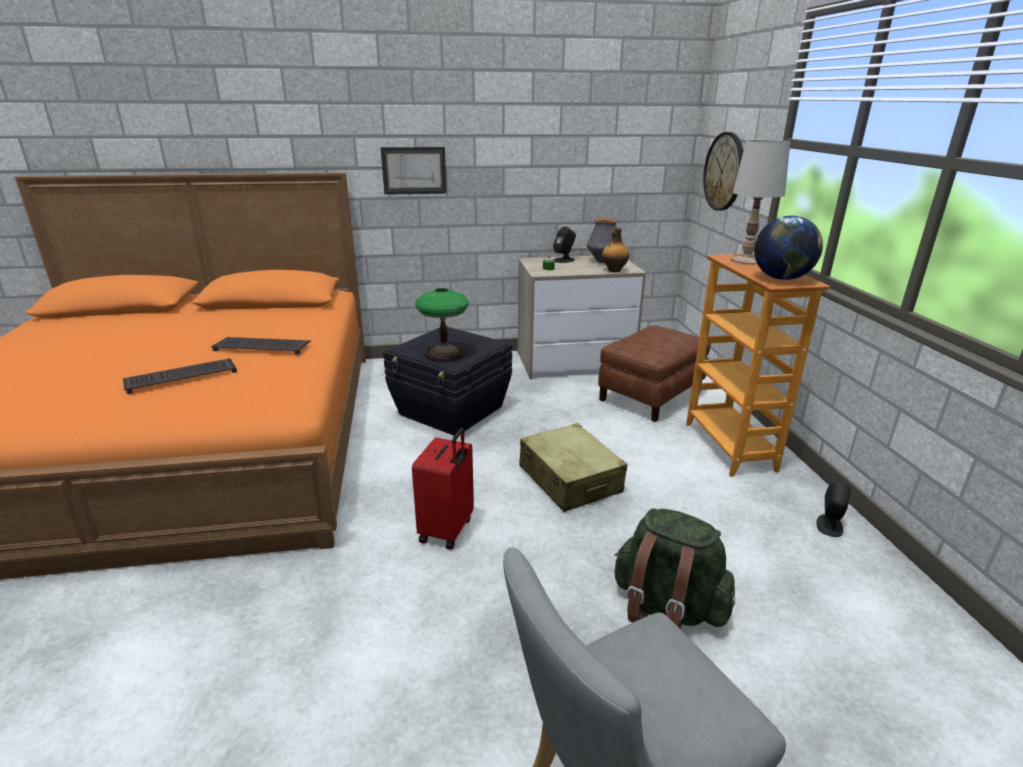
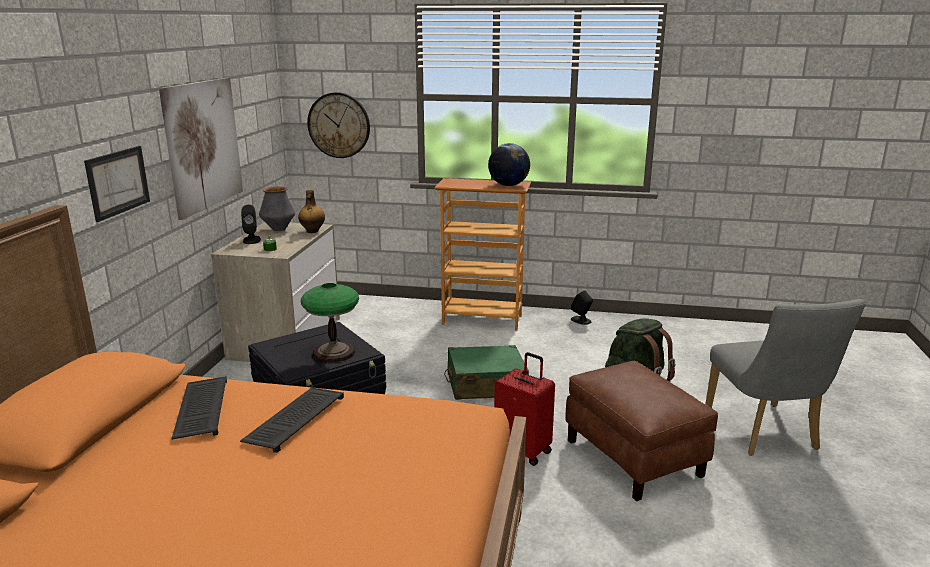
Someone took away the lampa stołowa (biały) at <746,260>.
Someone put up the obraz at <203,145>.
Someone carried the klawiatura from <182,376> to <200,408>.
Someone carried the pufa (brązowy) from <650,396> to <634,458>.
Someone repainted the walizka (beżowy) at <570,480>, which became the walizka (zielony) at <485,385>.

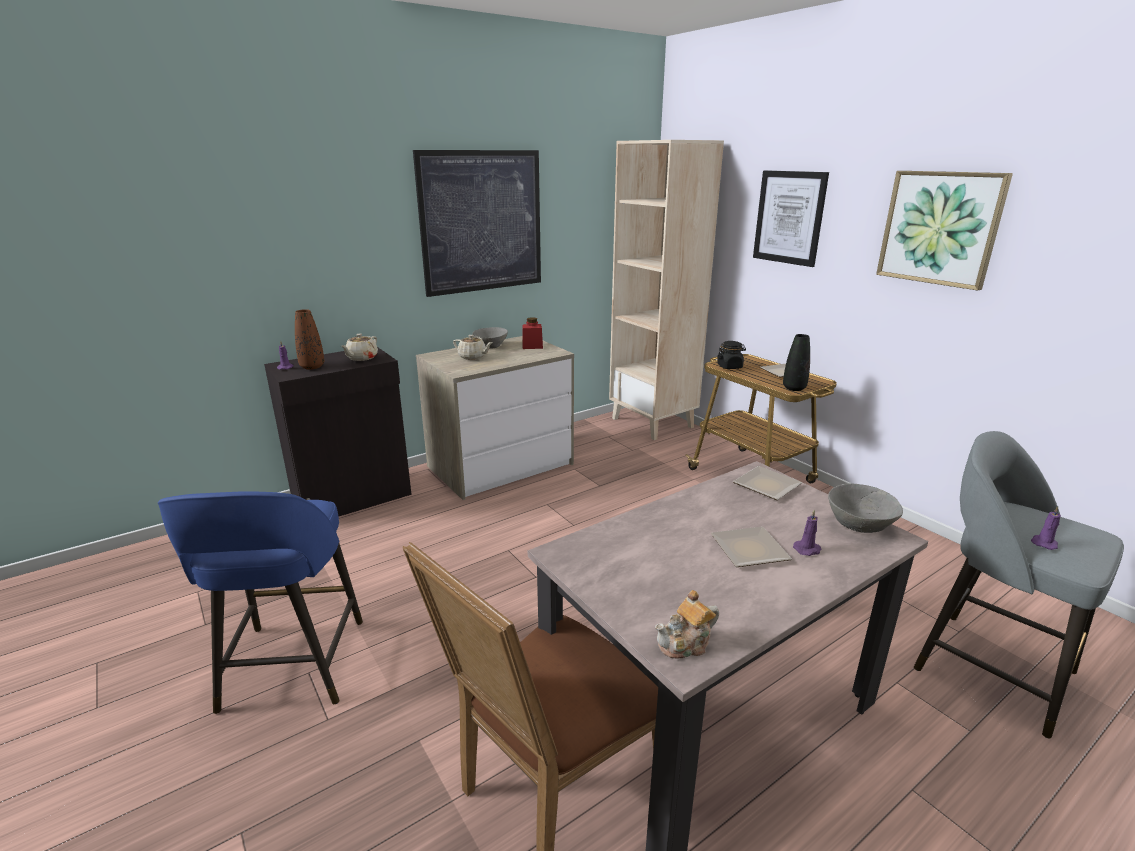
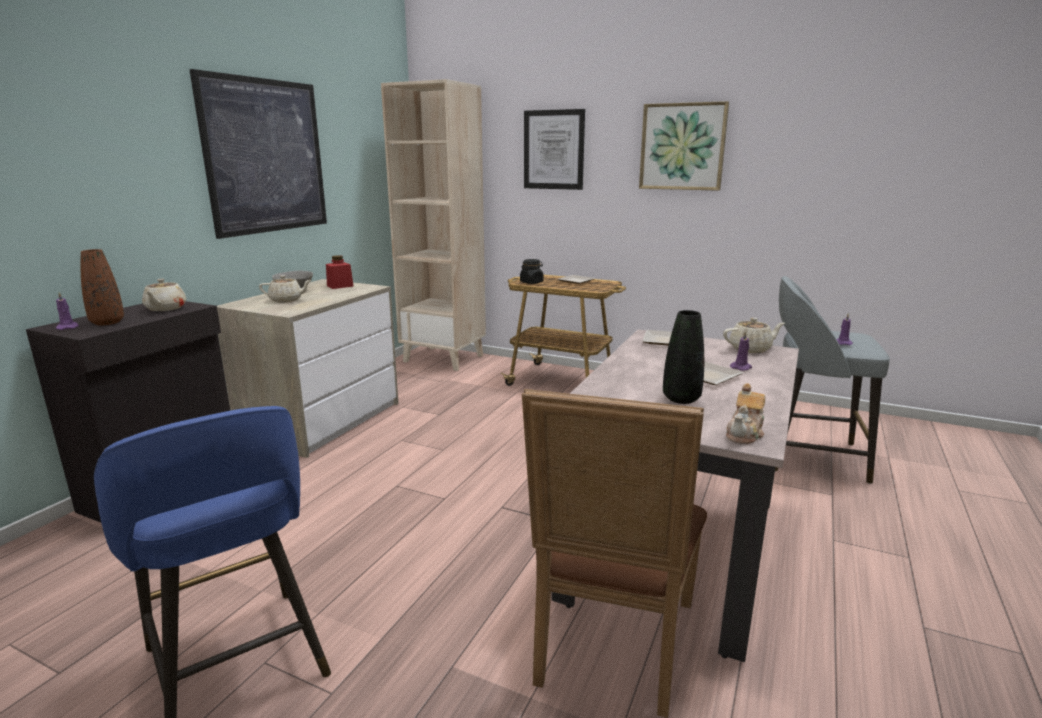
Someone carried the wazon (czarny) from <794,388> to <681,399>.
Someone swapped the miska (szary) at <858,525> for the imbryk (beżowy) at <751,349>.

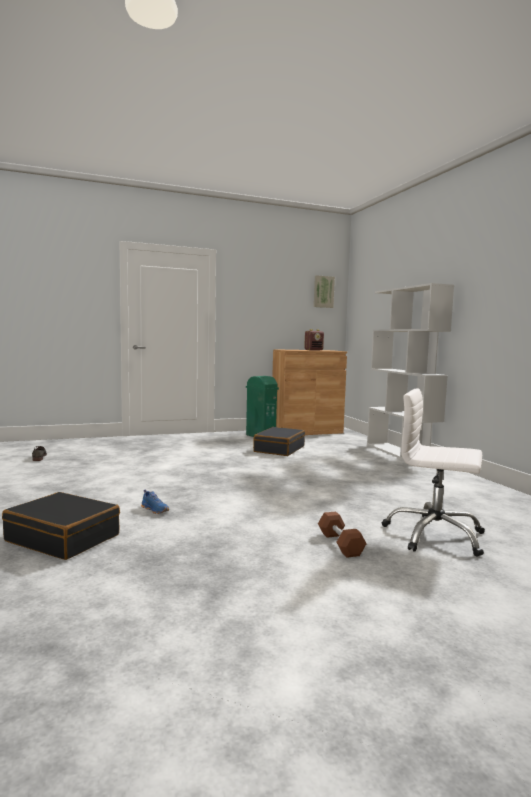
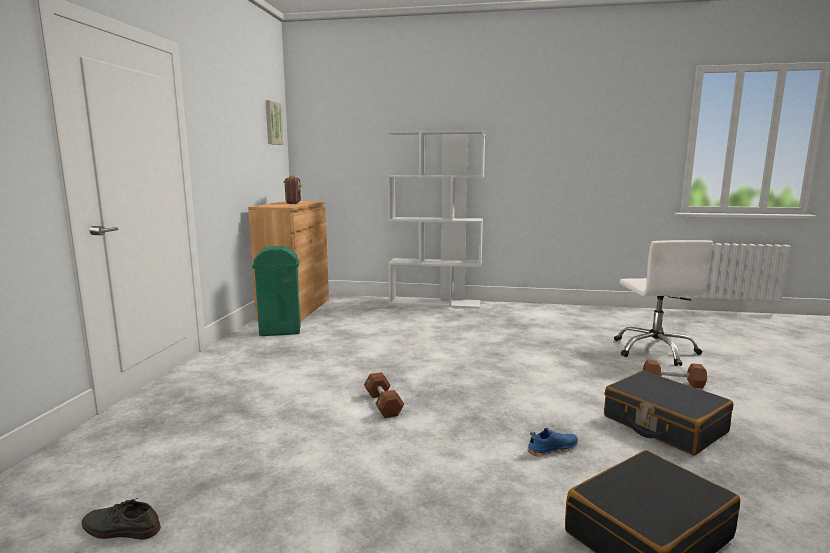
Someone put down the hantel (brązowy) at <383,404>.
Someone carried the walizka (czarny) from <279,449> to <663,425>.
Someone rotated the krzesło biurowe (biały) at <434,535> by 60 degrees counterclockwise.

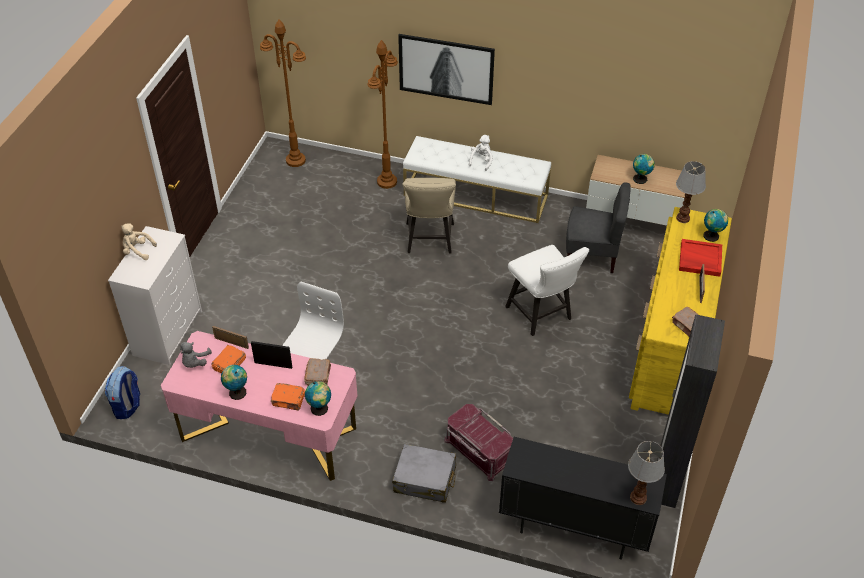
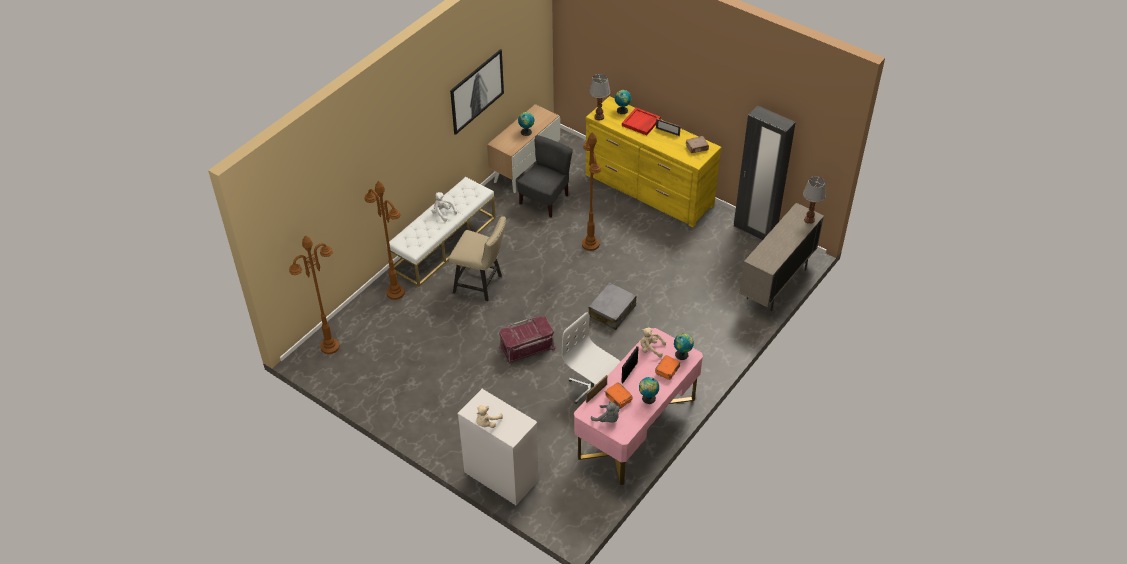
Someone took away the plecak at <128,406>.
Someone carried the walizka (szary) from <425,479> to <612,311>.
Someone carried the obraz from <446,68> to <476,91>.
Someone carried the pojemnik do przechowywania (czerwony) from <478,450> to <527,348>.
Someone swapped the książka (brązowy) at <318,375> for the pluszak (beżowy) at <650,349>.
Someone swapped the krzesło (biały) at <541,315> for the lampa stojąca (brązowy) at <590,244>.
Someone repainted the szafka (czarny) at <574,528>, which became the szafka (beżowy) at <776,284>.

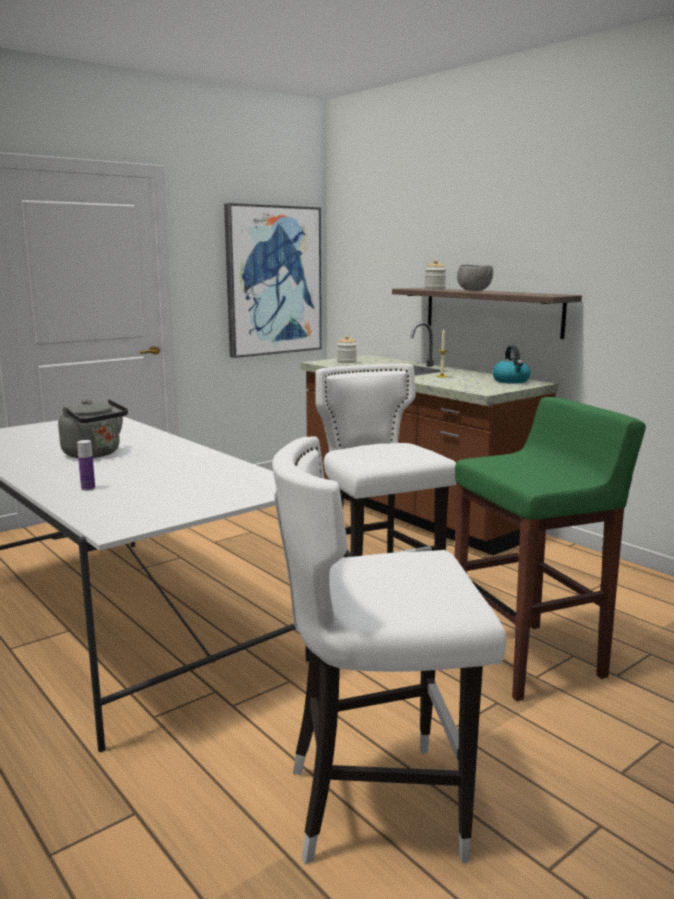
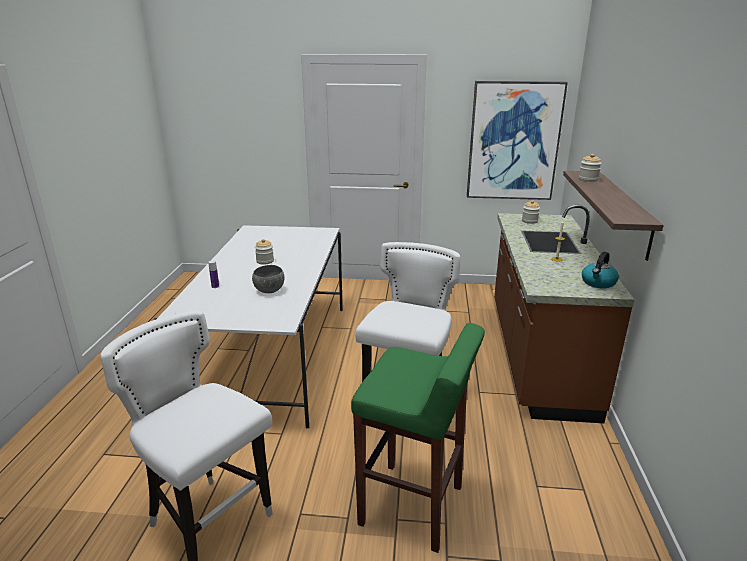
Someone carried the miska (szary) from <474,291> to <270,291>.
Someone swapped the czajnik (szary) at <94,454> for the słoik at <265,261>.

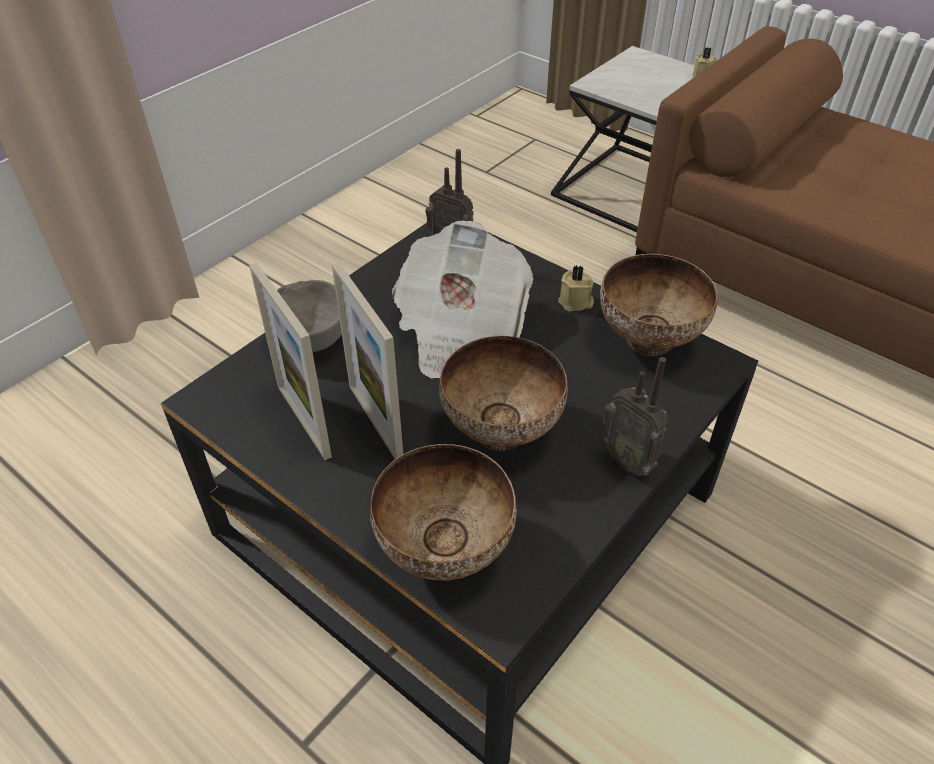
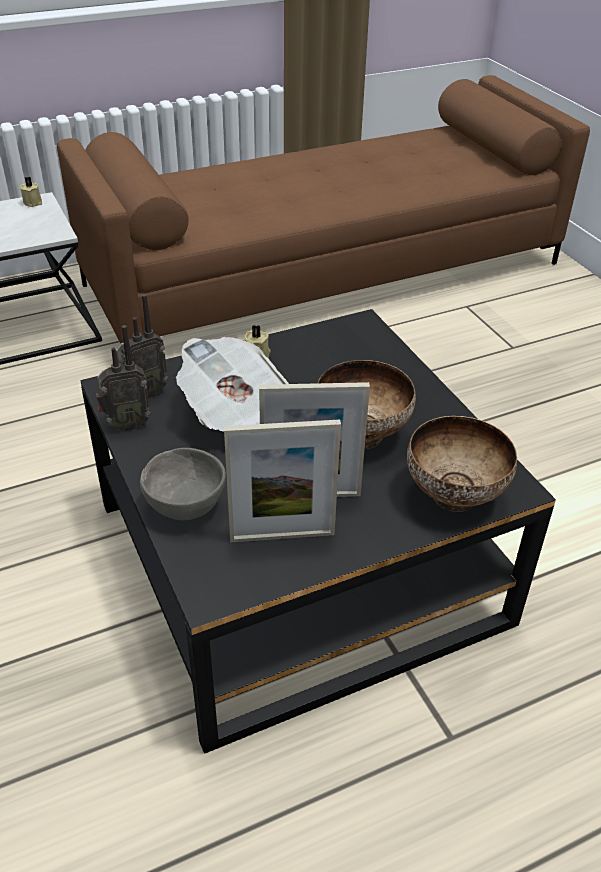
Someone took away the miska at <647,339>.
Someone carried the radio from <629,460> to <126,424>.

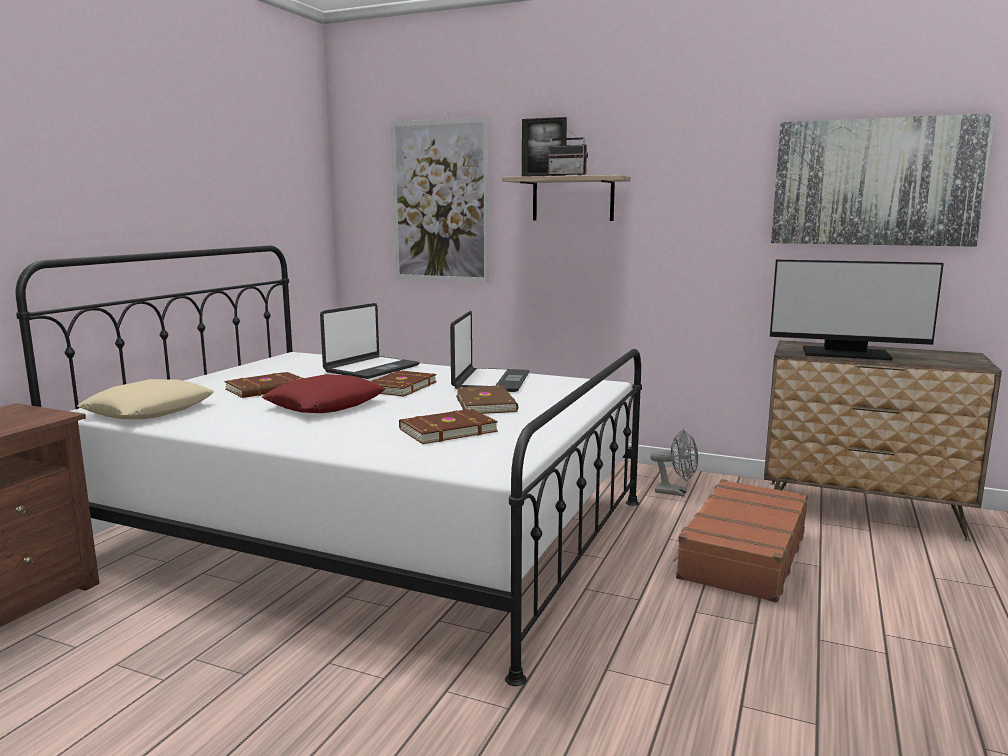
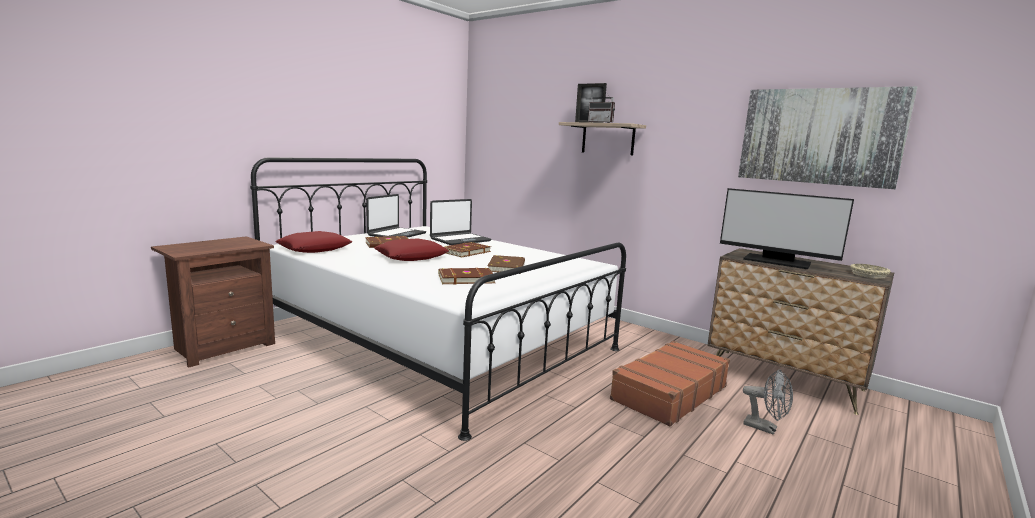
Someone took away the obraz at <440,201>.
Someone put down the miska (beżowy) at <868,275>.
Someone carried the laptop from <490,381> to <396,234>.
Someone carried the wentylator (szary) from <676,492> to <765,428>.
Someone repainted the poduszka (beżowy) at <150,410>, which became the poduszka (czerwony) at <315,248>.

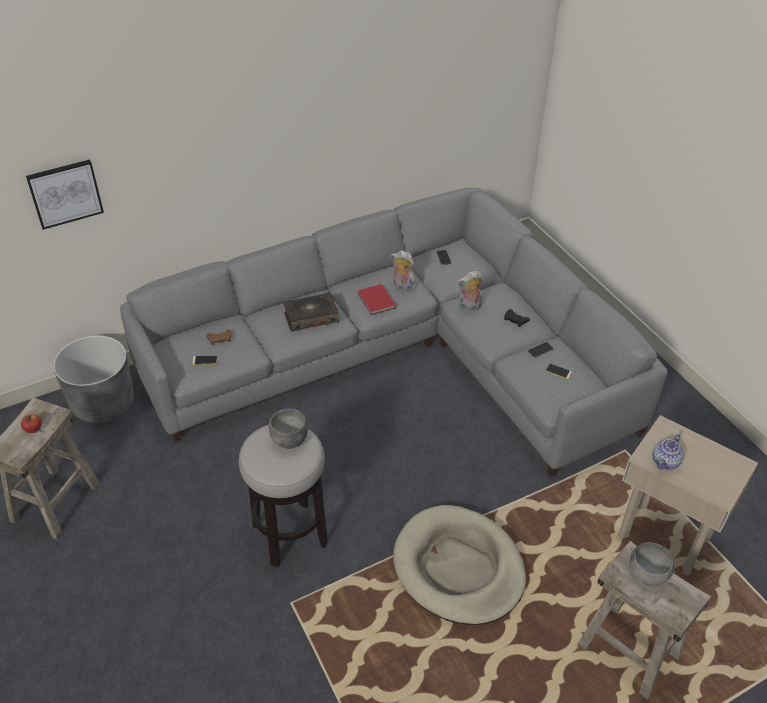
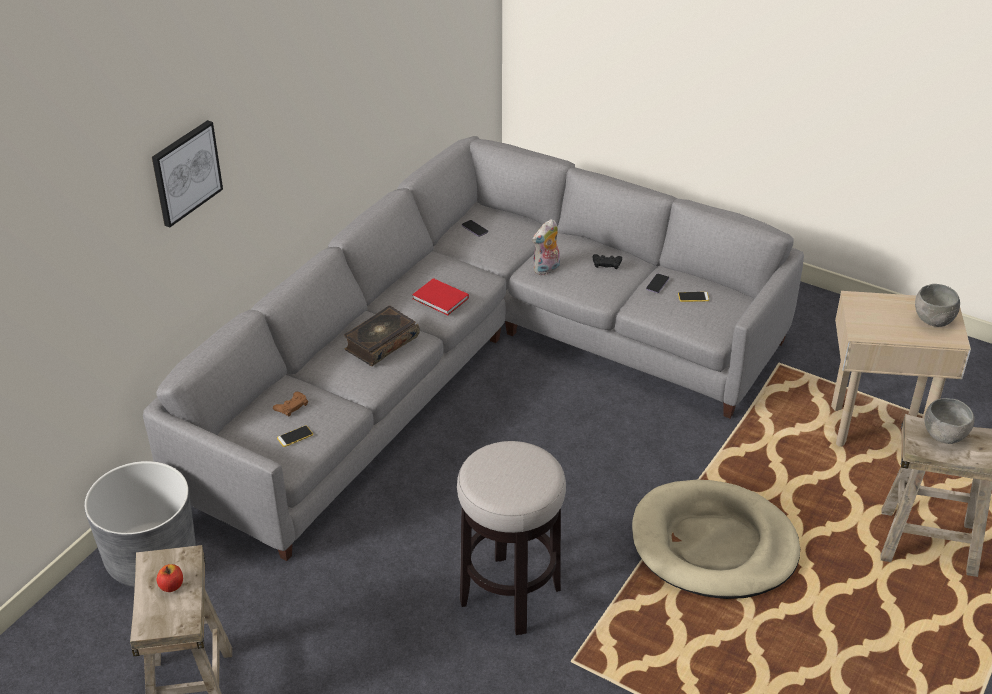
Someone took away the pluszak at <402,287>.
Someone took away the imbryk at <666,461>.
Someone carried the obraz from <65,193> to <185,172>.
Someone carried the miska (szary) from <289,440> to <932,321>.

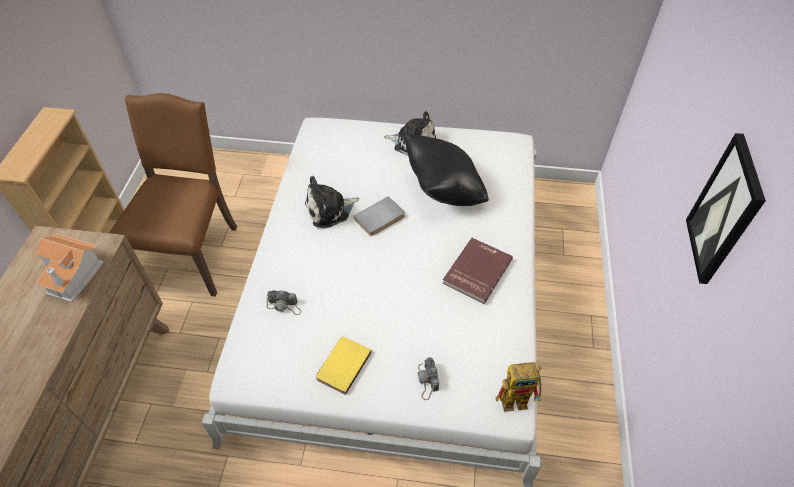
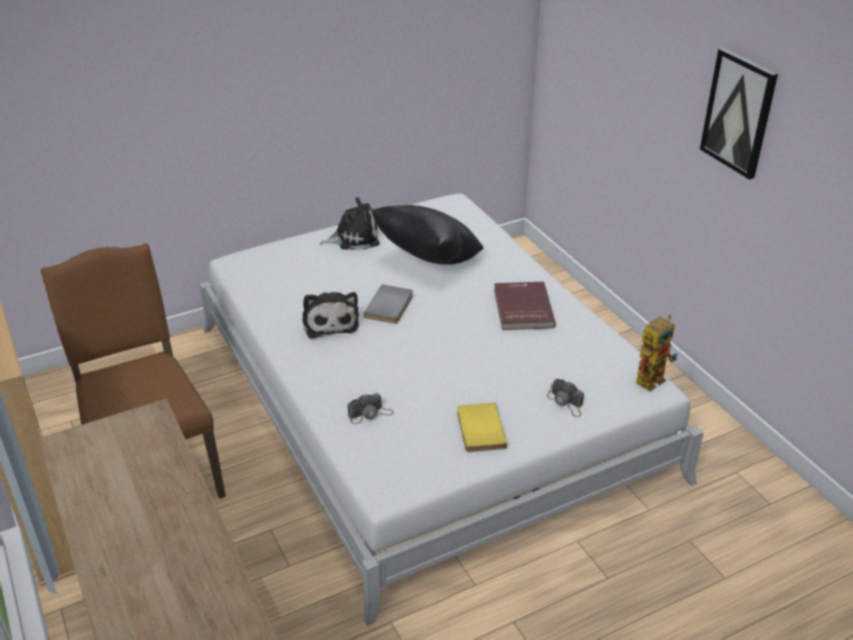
Someone took away the domek at <73,275>.
Someone rotated the pluszak at <330,210> by 45 degrees counterclockwise.

